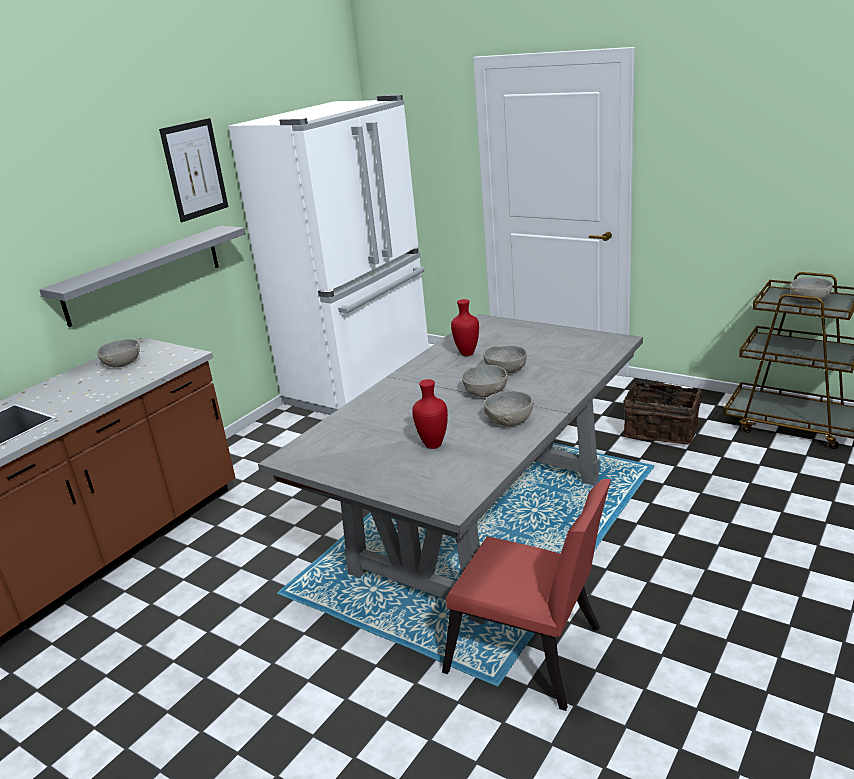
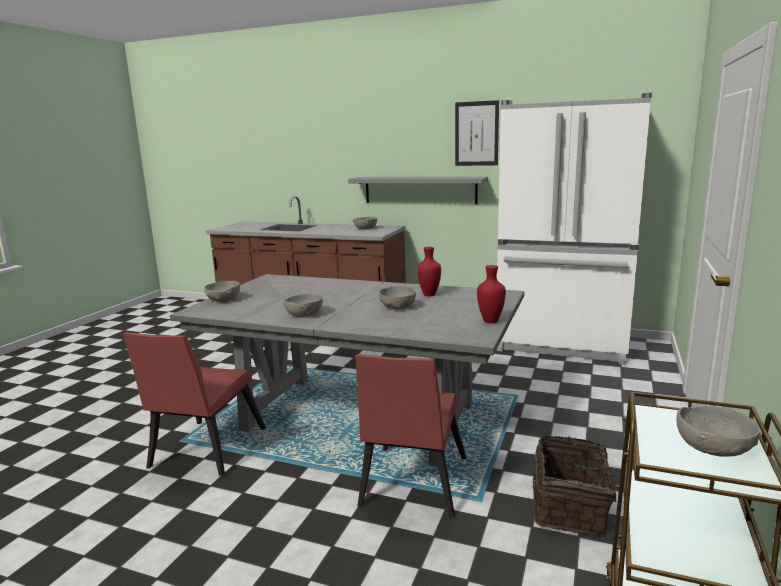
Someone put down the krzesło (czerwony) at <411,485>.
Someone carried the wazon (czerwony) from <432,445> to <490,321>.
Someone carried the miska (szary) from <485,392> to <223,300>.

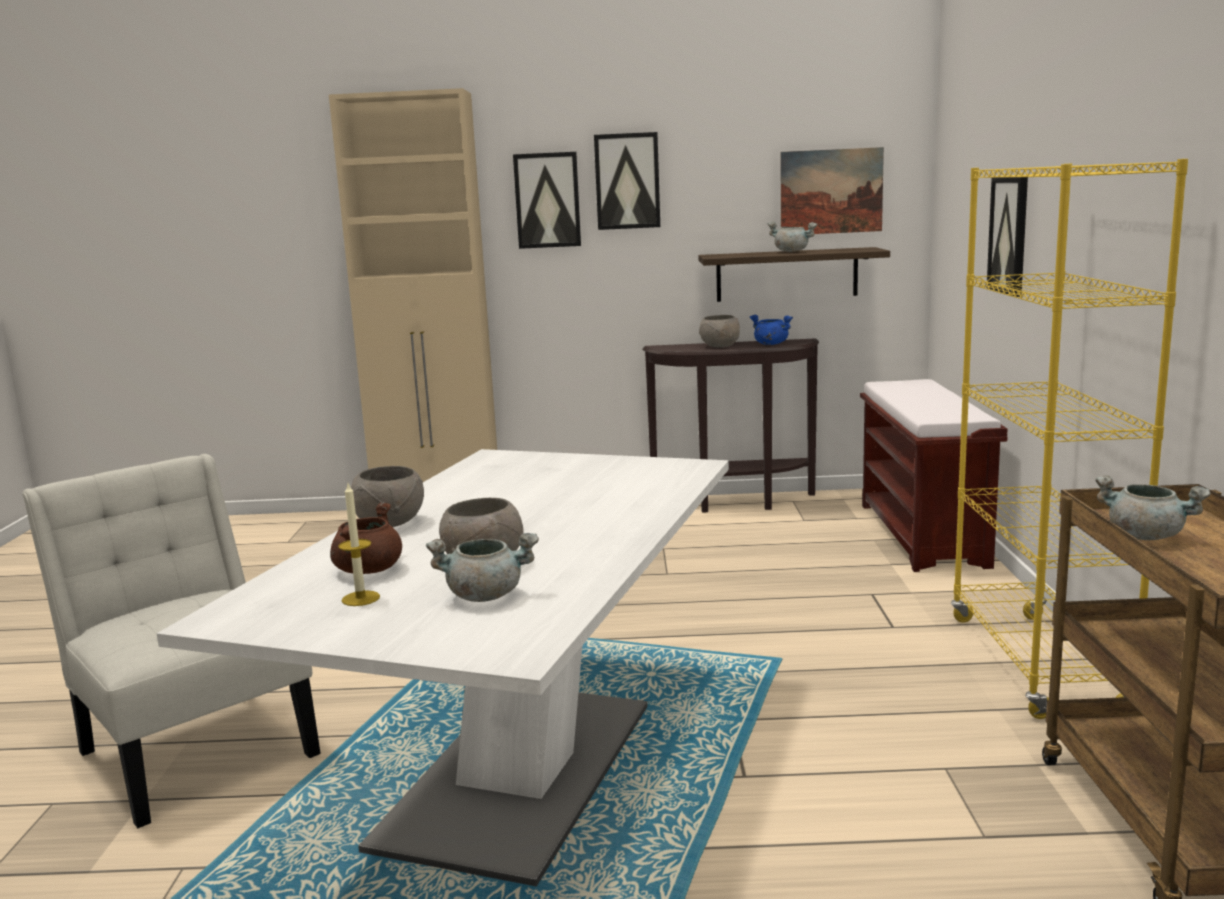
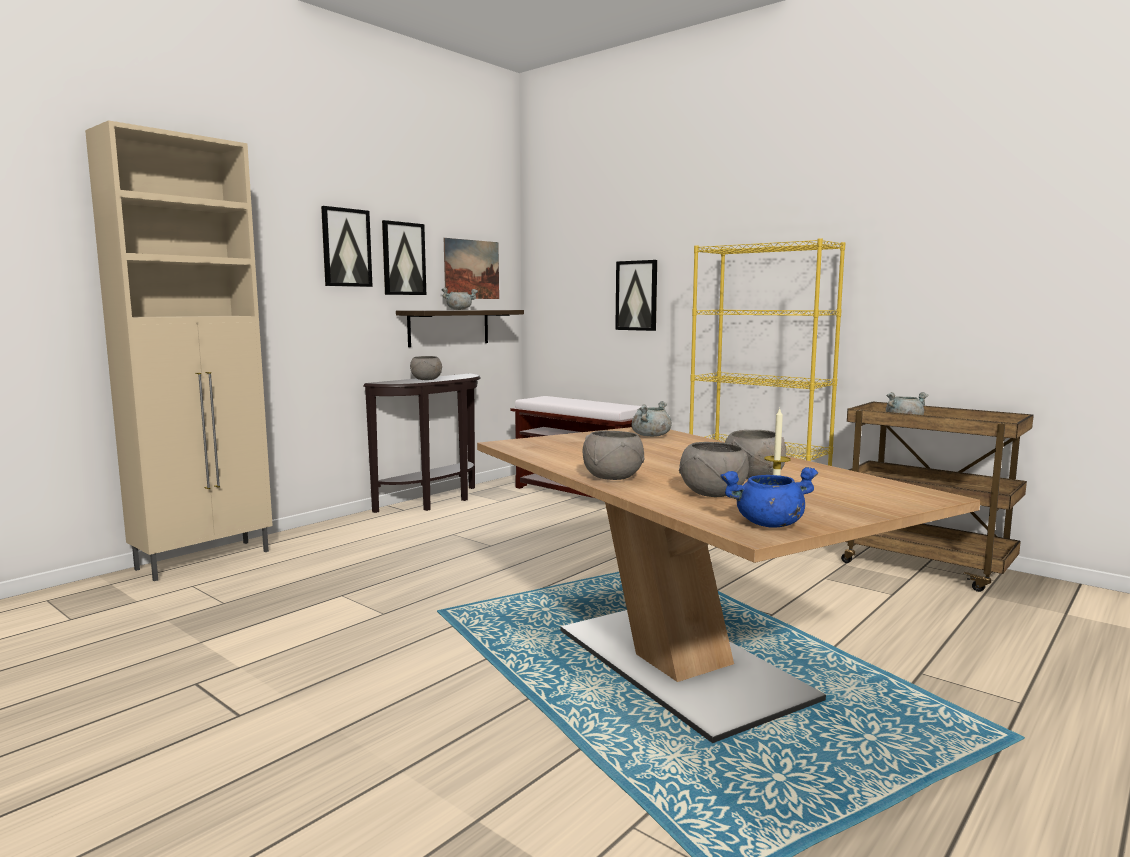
Someone took away the krzesło (biały) at <194,748>.
Someone carried the garnek (szary) from <486,595> to <650,435>.
Someone carried the obraz from <547,200> to <403,259>.
Someone carried the garnek (niebieski) from <770,344> to <768,524>.
Someone swapped the garnek (brązowy) at <368,569> for the miska (szary) at <712,494>.
Someone repainted the stół jadalny (biały) at <519,773>, which became the stół jadalny (brązowy) at <680,664>.

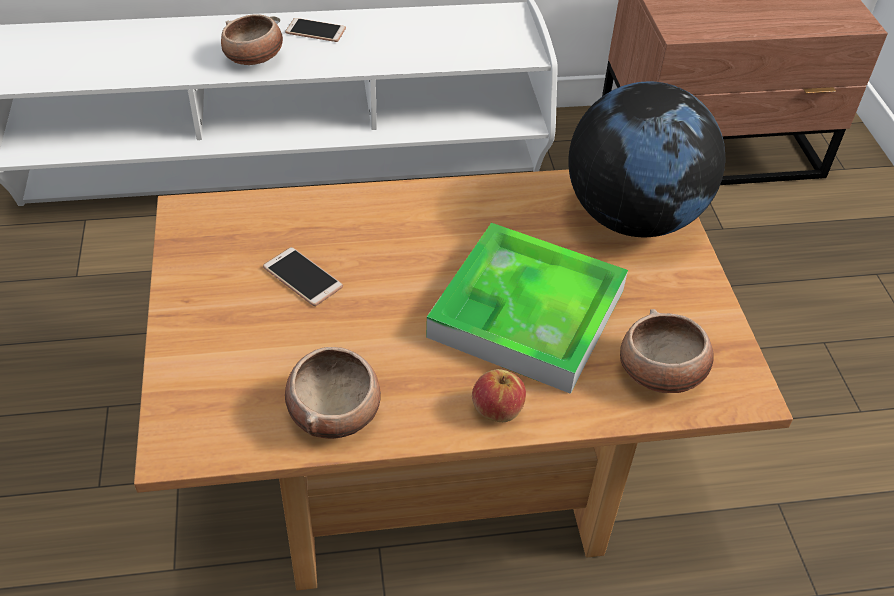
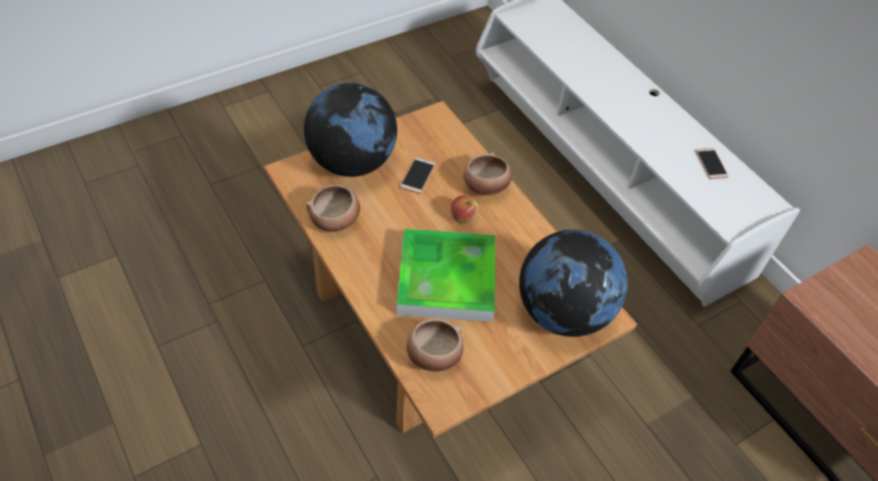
Someone put down the globus at <352,162>.
Someone carried the miska from <254,58> to <485,186>.
Someone carried the telefon from <315,31> to <711,164>.
Someone carried the jabłko from <497,409> to <463,217>.

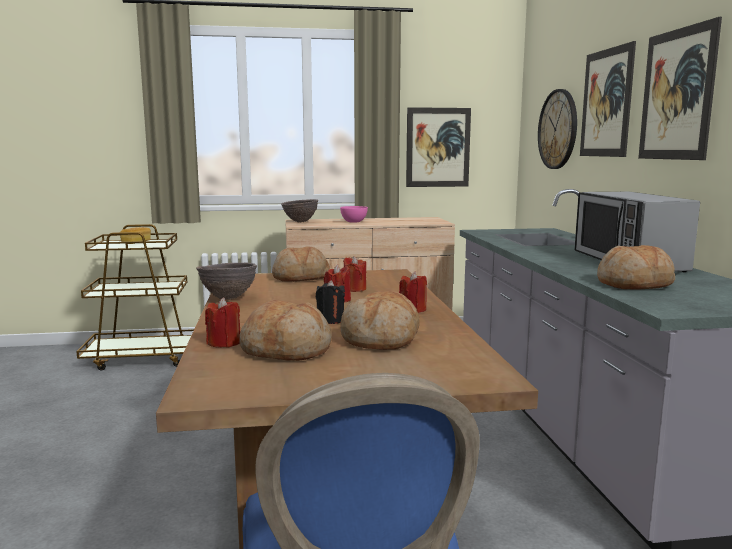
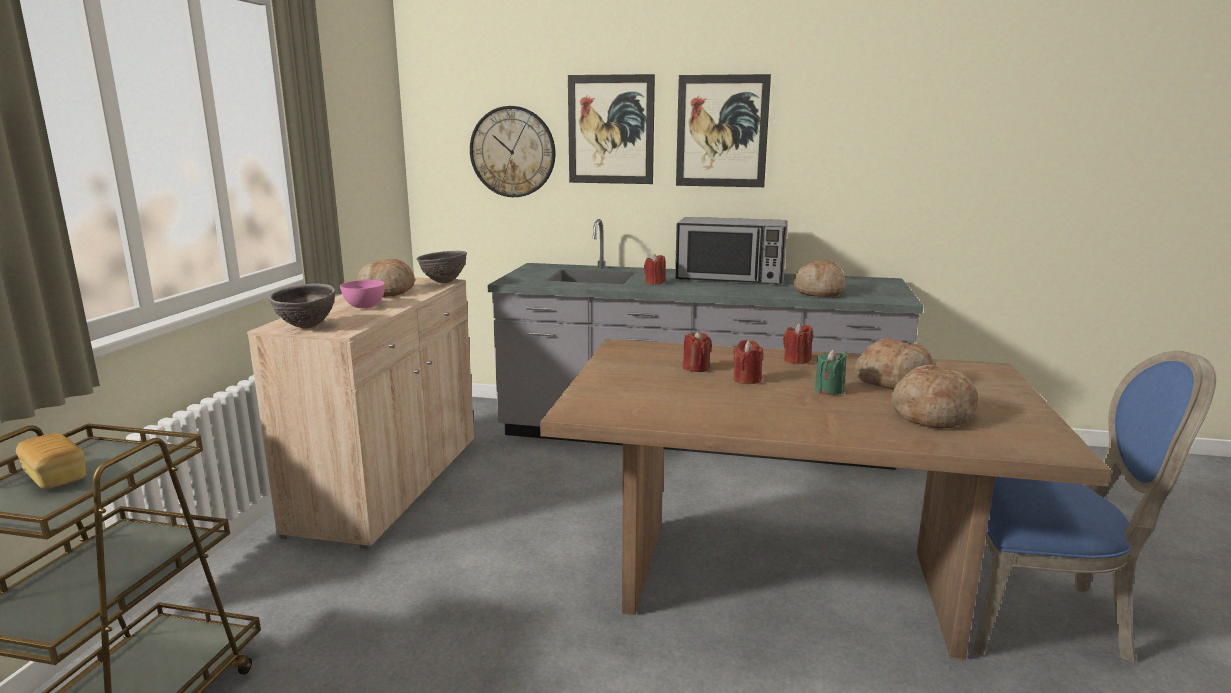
Someone took away the obraz at <438,147>.
Someone carried the miska (brązowy) from <228,298> to <443,282>.
Someone carried the świeca (czerwony) from <224,343> to <655,282>.
Someone carried the chleb from <300,278> to <387,291>.
Someone repainted the świeca (czarny) at <330,320>, which became the świeca (zielony) at <829,390>.

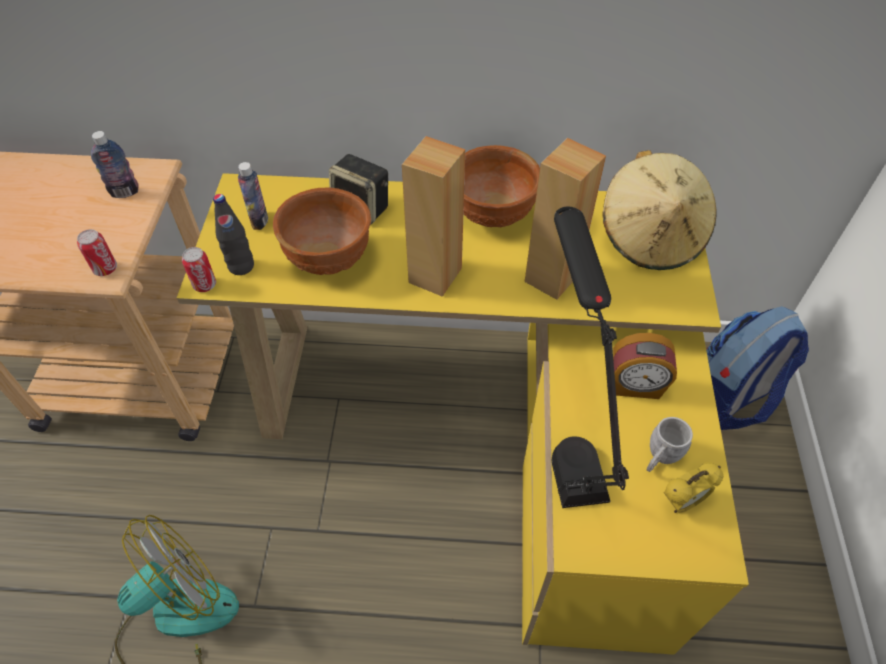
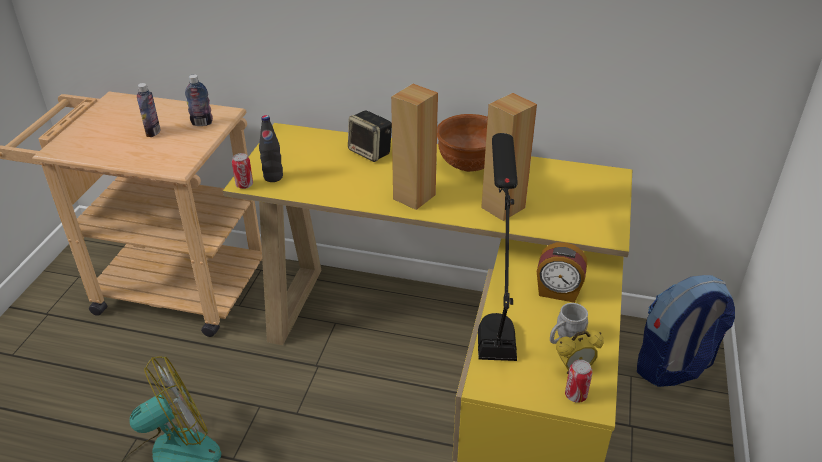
Someone took away the miska (brązowy) at <330,259>.
Someone took away the kapelusz (beżowy) at <651,237>.
Someone carried the puszka from <105,269> to <575,395>.
Someone carried the butelka from <259,221> to <153,132>.

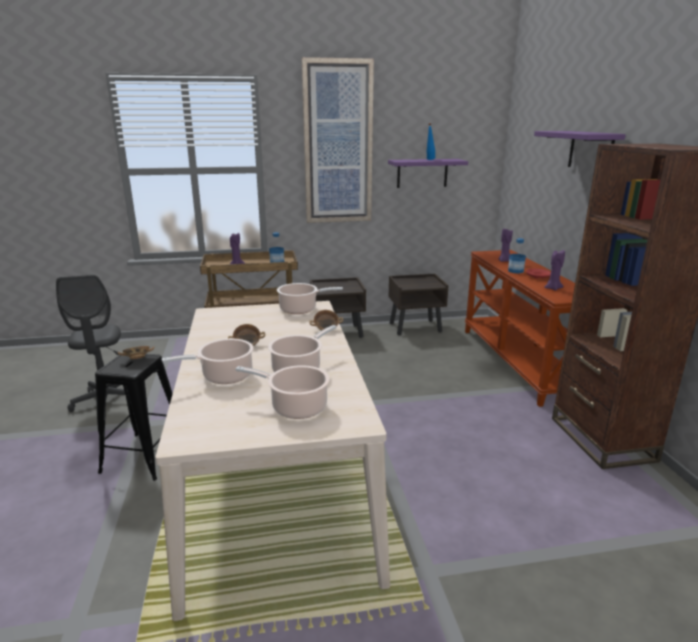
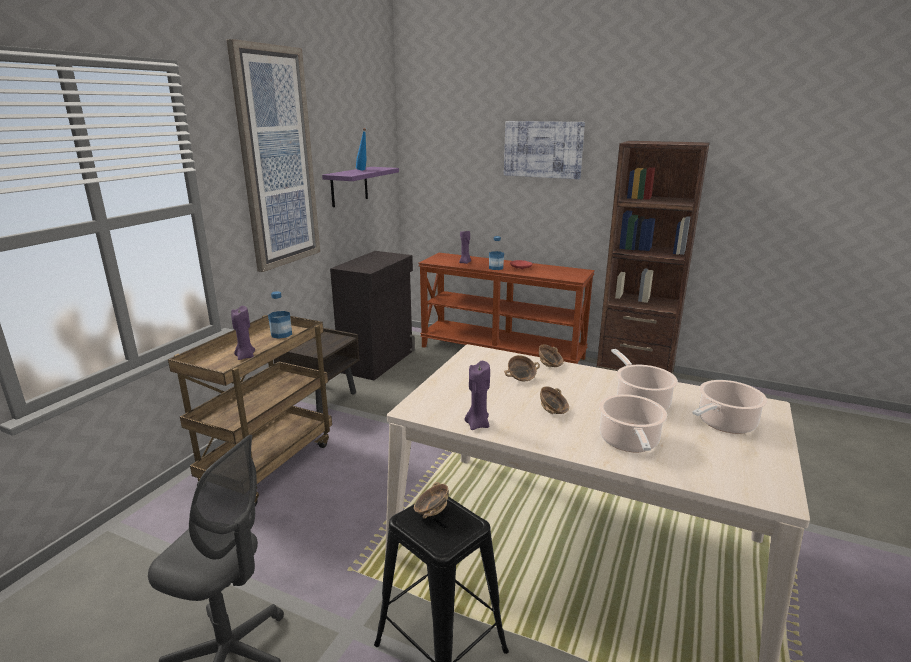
Someone took away the garnek at <301,309>.
Someone put down the miska at <521,379>.
Someone carried the świeca (fioletowy) from <552,288> to <477,424>.
Someone swapped the szafka nocna (brązowy) at <415,327> for the szafka (czarny) at <378,361>.
Someone swapped the półka (fioletowy) at <590,151> for the obraz at <543,149>.

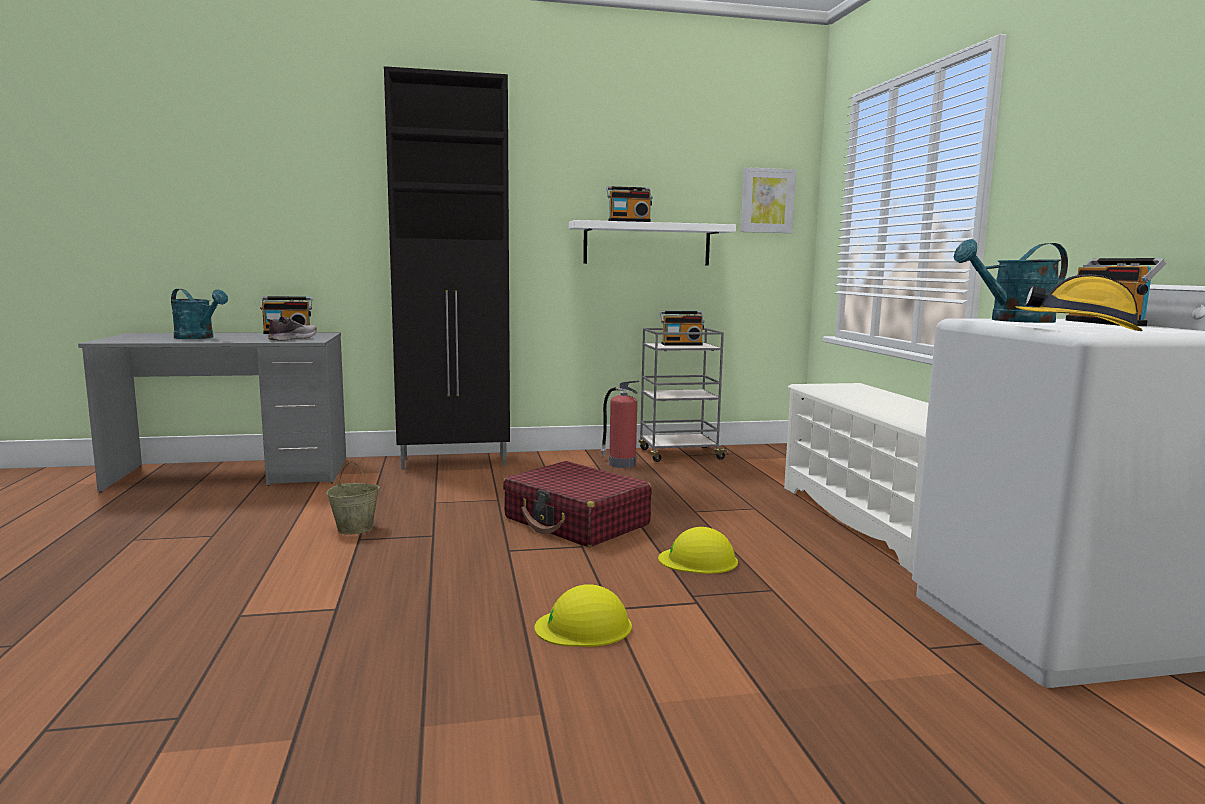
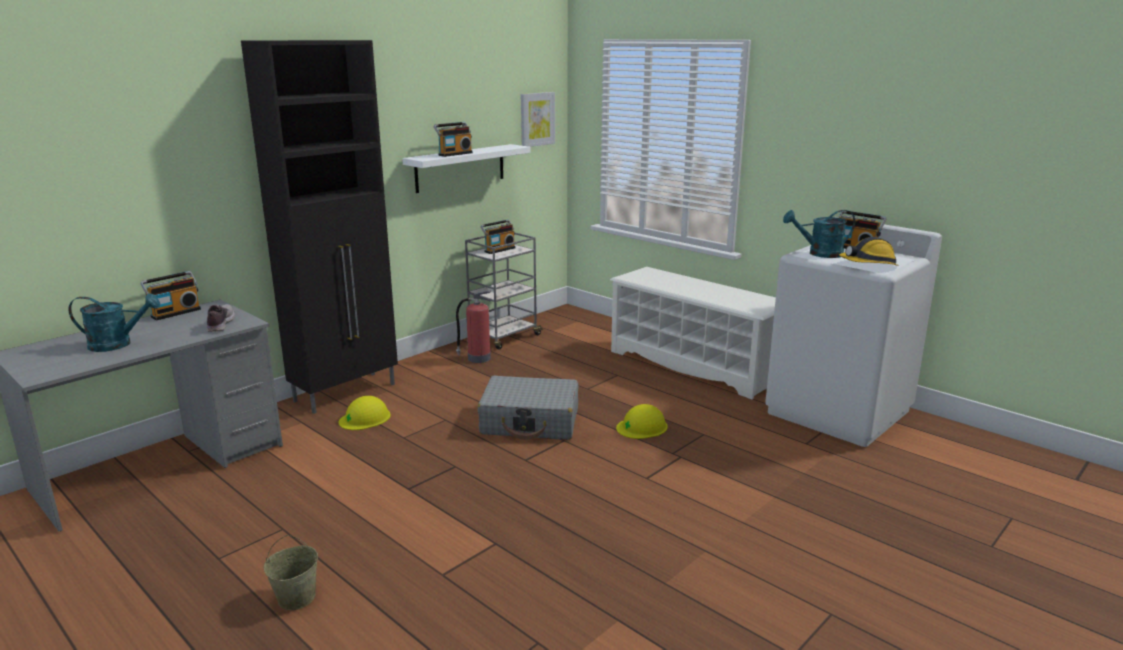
Someone carried the wiadro (beżowy) from <355,528> to <297,597>.
Someone carried the kask (żółty) from <584,627> to <365,418>.
Someone repainted the walizka (czerwony) at <577,522>, which became the walizka (szary) at <530,422>.
Someone rotated the konewka (turkusowy) at <1012,320> by 45 degrees clockwise.

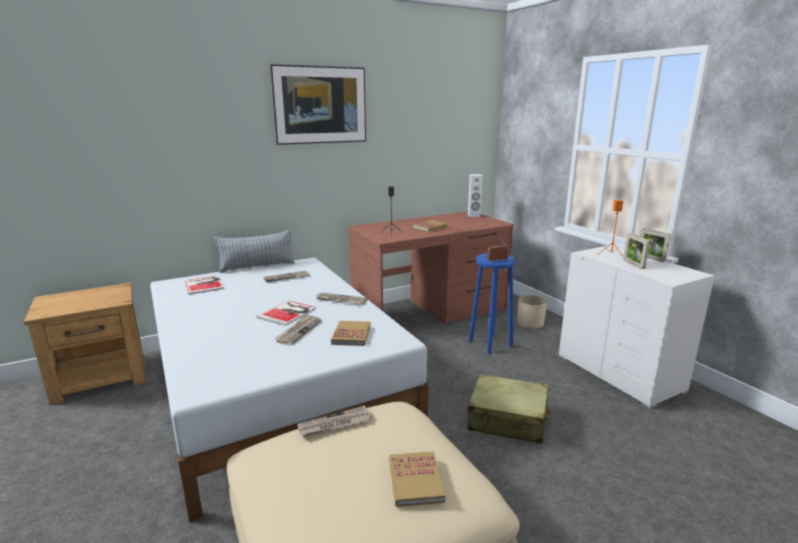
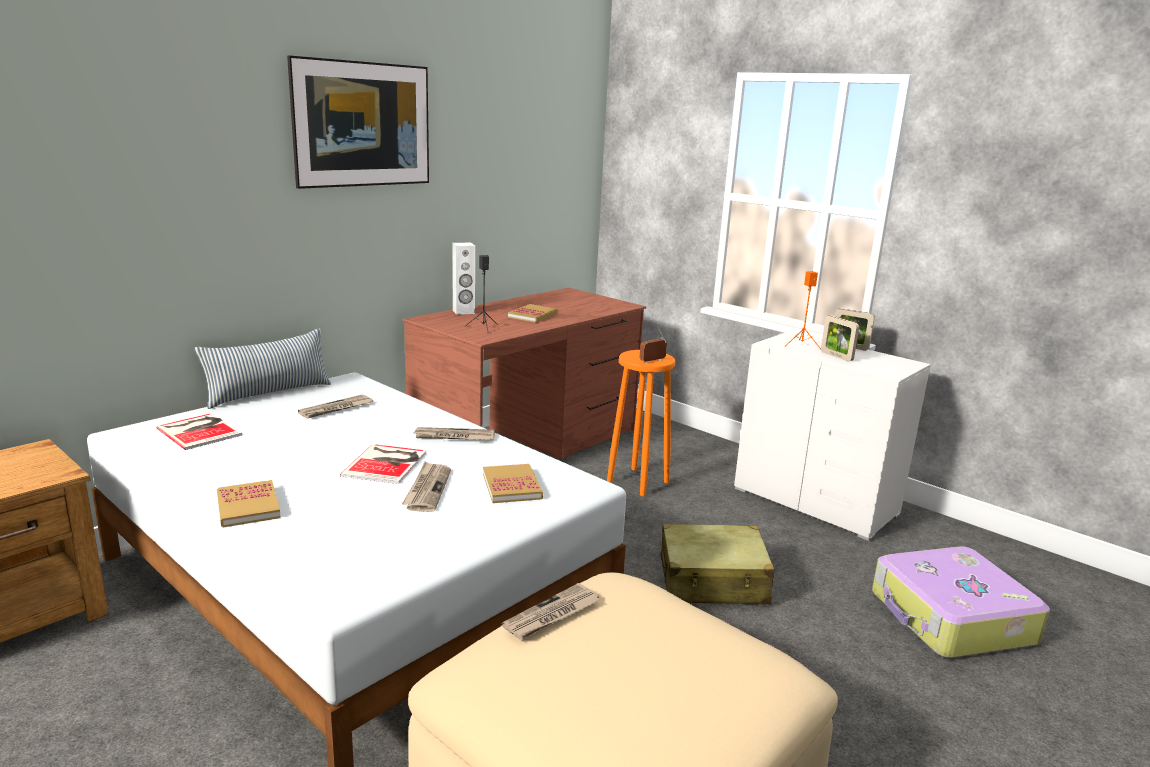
Someone took away the donica (beżowy) at <530,323>.
Someone put down the walizka at <950,619>.
Someone carried the książka from <415,480> to <248,506>.
Someone carried the głośnik (biały) from <474,215> to <463,312>.
Someone repainted the stołek (niebieski) at <490,344>, which became the stołek (pomarańczowy) at <637,482>.

